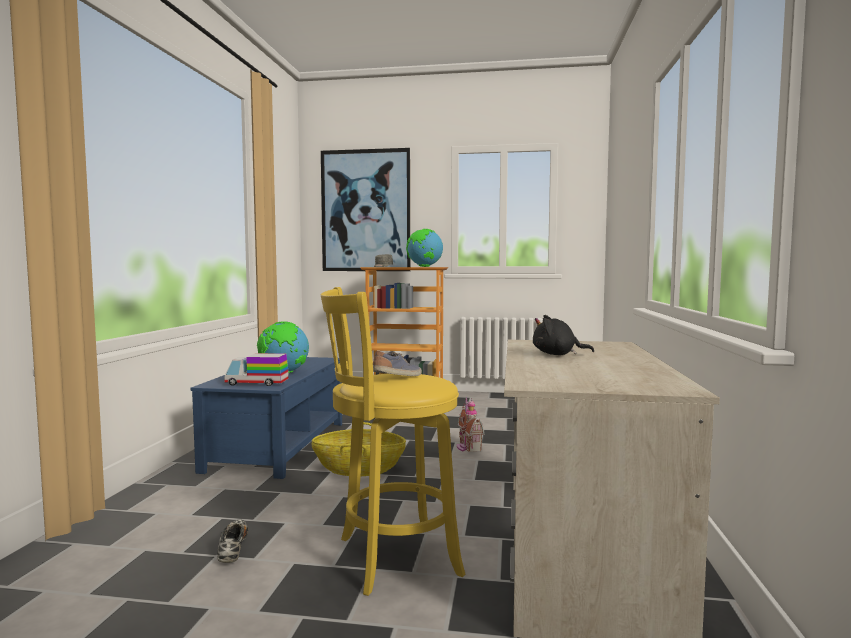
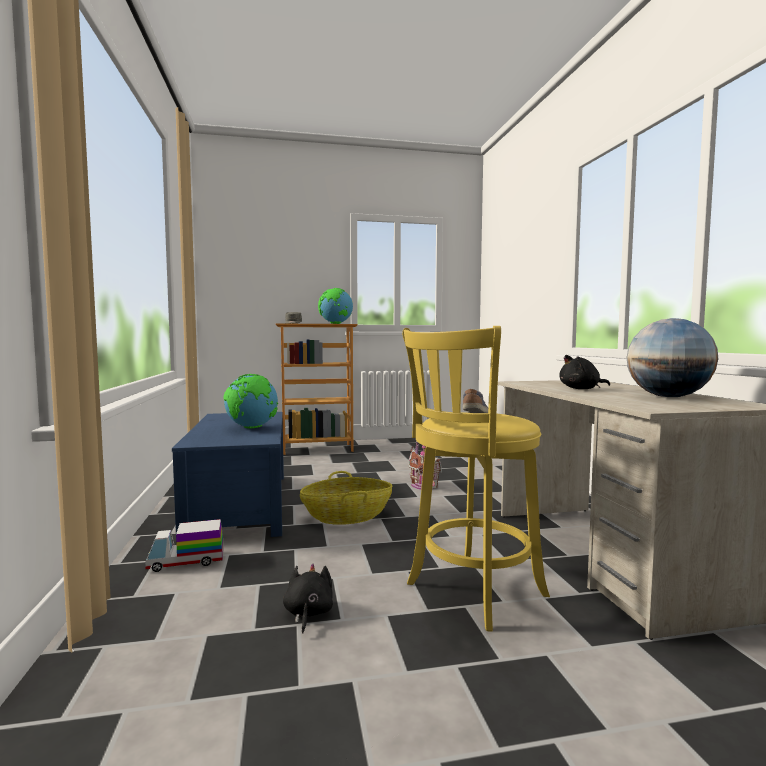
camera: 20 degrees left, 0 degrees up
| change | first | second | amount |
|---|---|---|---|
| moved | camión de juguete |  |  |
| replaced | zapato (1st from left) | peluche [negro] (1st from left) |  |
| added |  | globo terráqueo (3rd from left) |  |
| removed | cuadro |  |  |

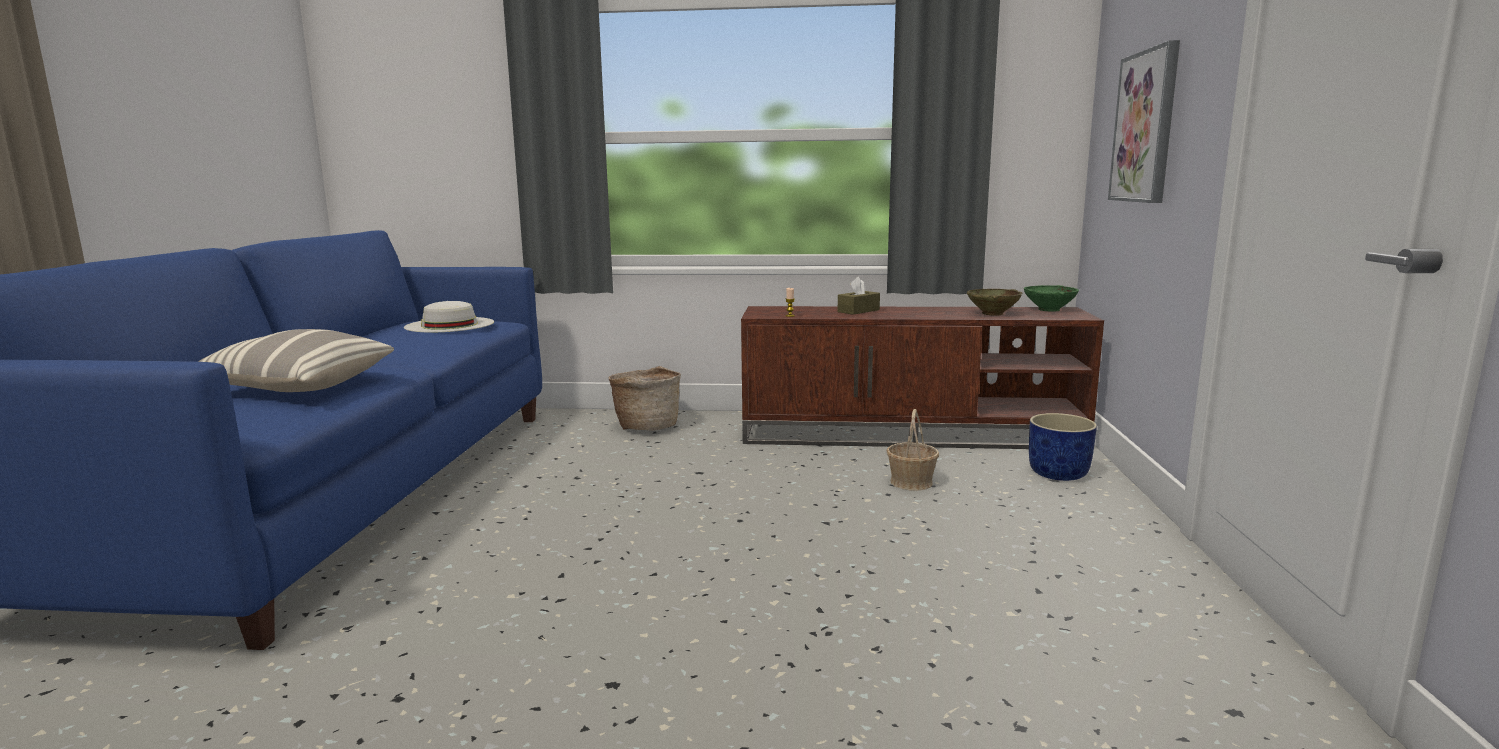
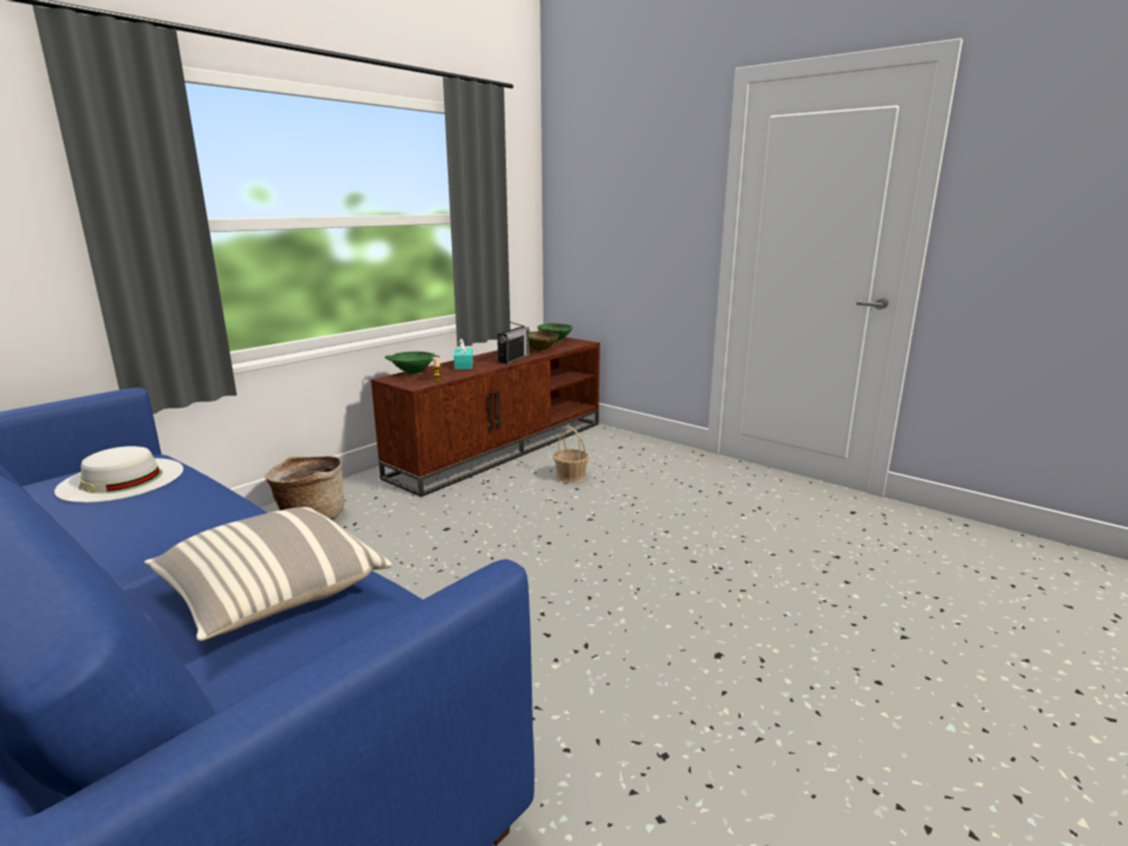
camera: 55 degrees left, 5 degrees up
| change | first | second | amount |
|---|---|---|---|
| added |  | cuenco [verde] (1st from left) |  |
| recoloured | caja de pañuelos [marrón] | caja de pañuelos [turquesa] |  |
| added |  | radio |  |
| removed | maceta [azul] |  |  |
| removed | cuadro |  |  |

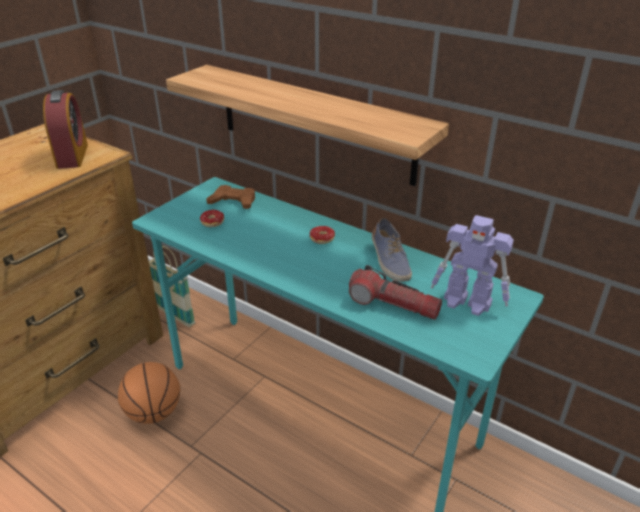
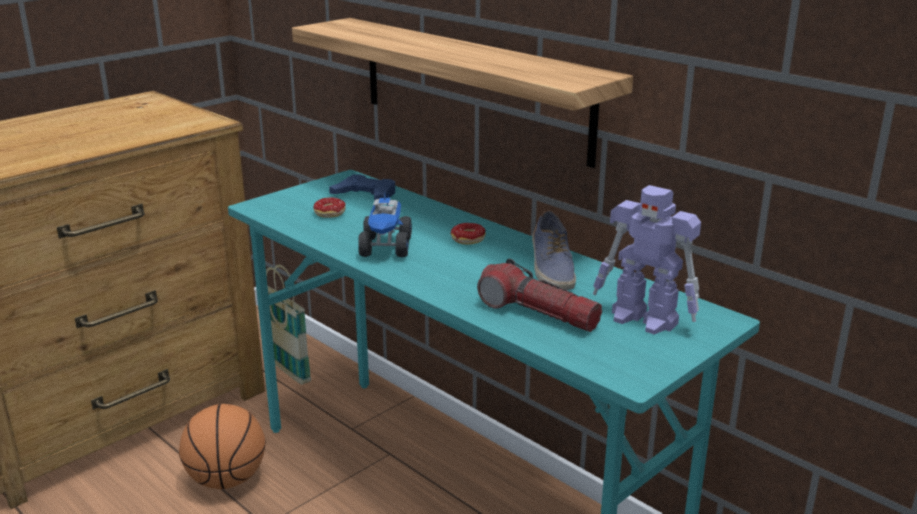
camera: 10 degrees right, 10 degrees down
| change | first | second | amount |
|---|---|---|---|
| recoloured | mando de consola [marrón] | mando de consola [azul] |  |
| added |  | camión de juguete |  |
| removed | despertador |  |  |

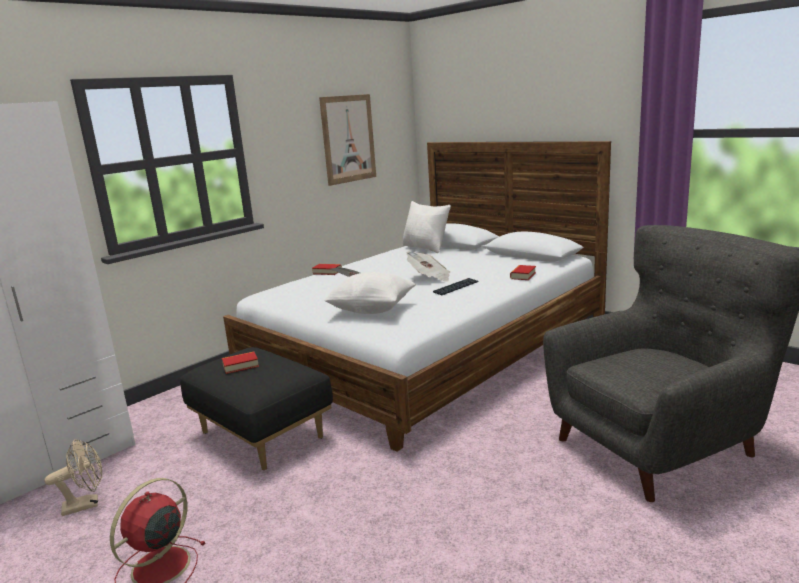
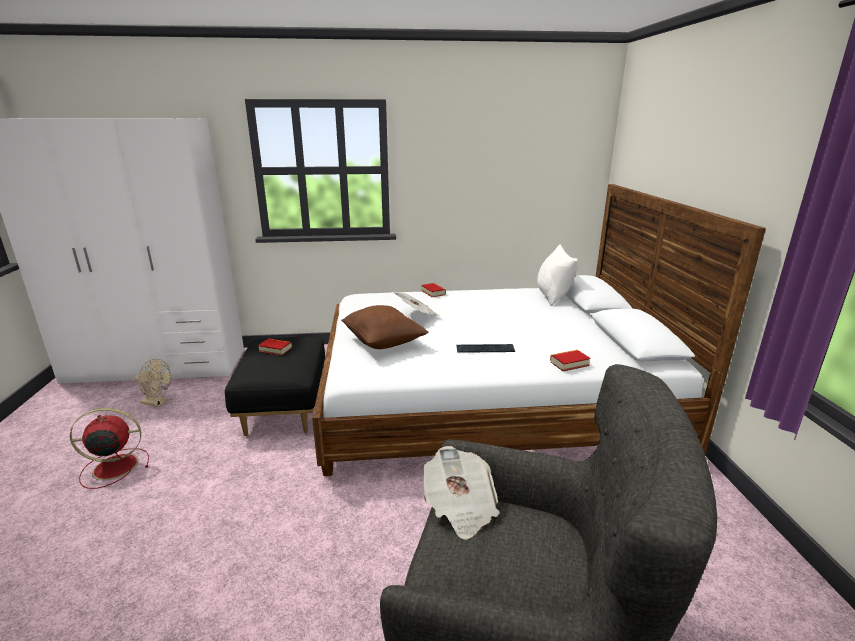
camera: 40 degrees right, 5 degrees up
| change | first | second | amount |
|---|---|---|---|
| recoloured | cojín [blanco] (1st from left) | cojín [marrón] |  |
| moved | periódico (2nd from left) |  |  |
| removed | cuadro |  |  |

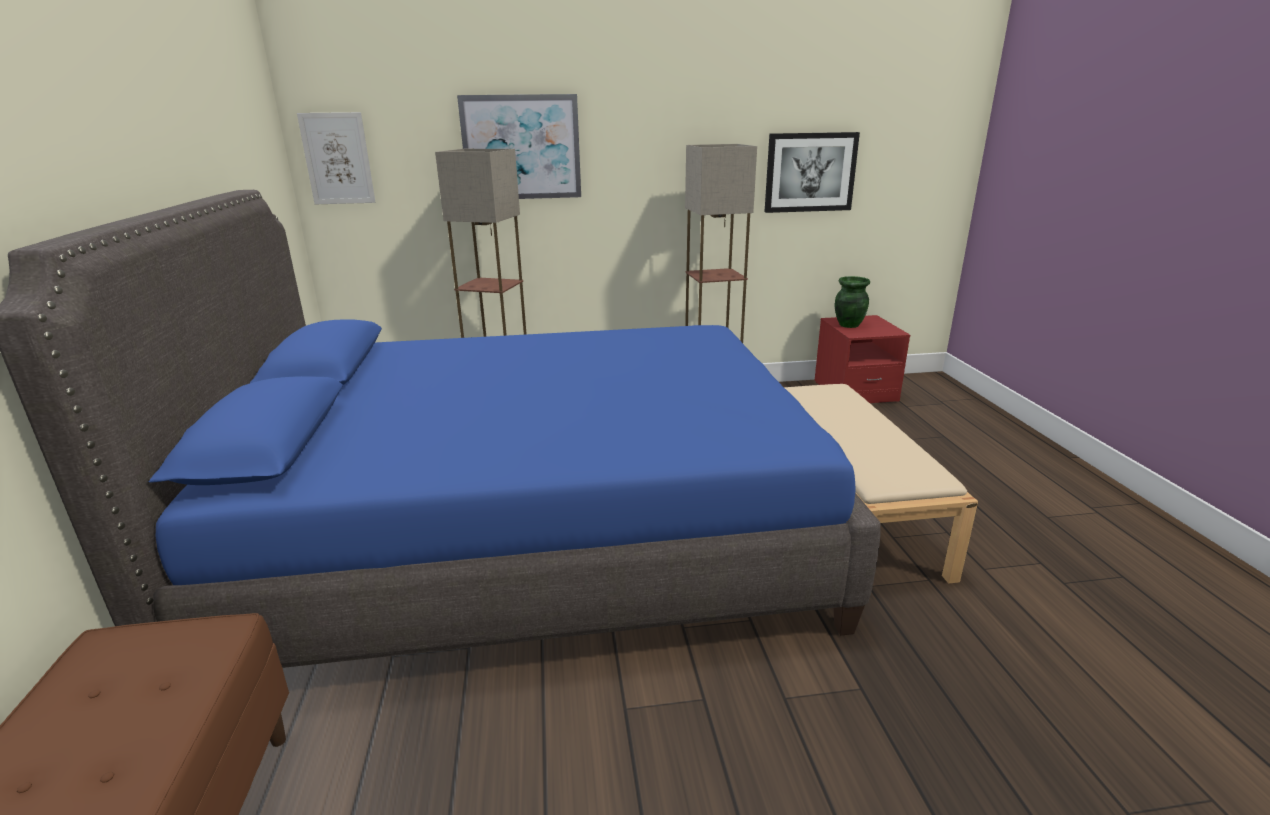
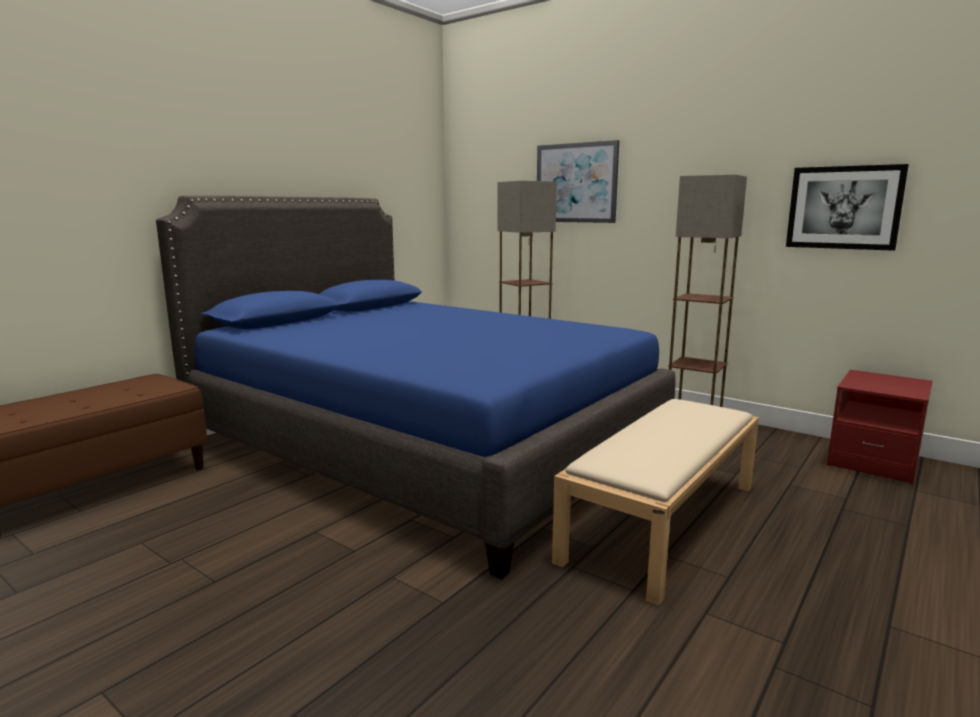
camera: 45 degrees right, 10 degrees down
| change | first | second | amount |
|---|---|---|---|
| removed | cuadro (1st from left) |  |  |
| removed | florero [verde] |  |  |

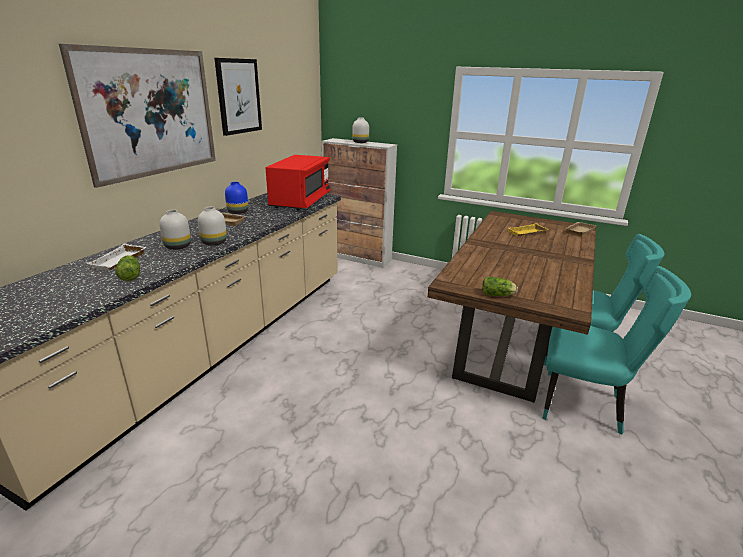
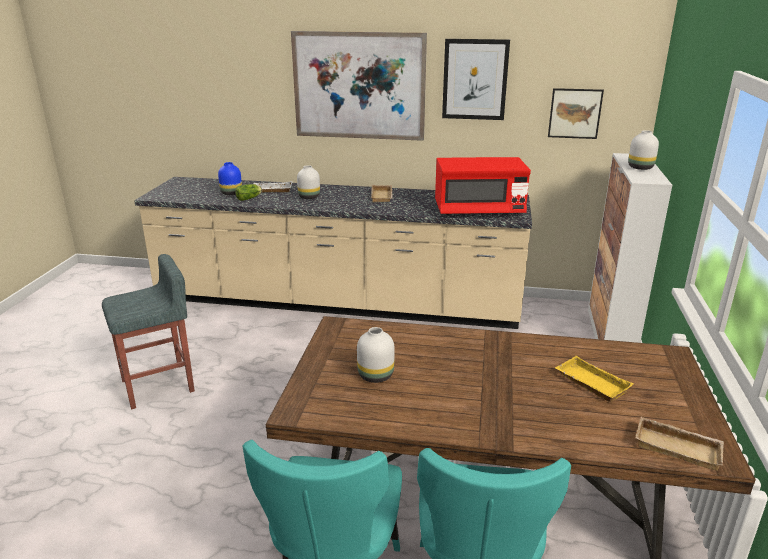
camera: 75 degrees right, 0 degrees up
| change | first | second | amount |
|---|---|---|---|
| added |  | taburete [gris] |  |
| moved | florero [azul] |  |  |
| moved | florero [blanco] (2nd from left) |  |  |
| added |  | cuadro (3rd from left) |  |
| removed | lechuga (2nd from left) |  |  |

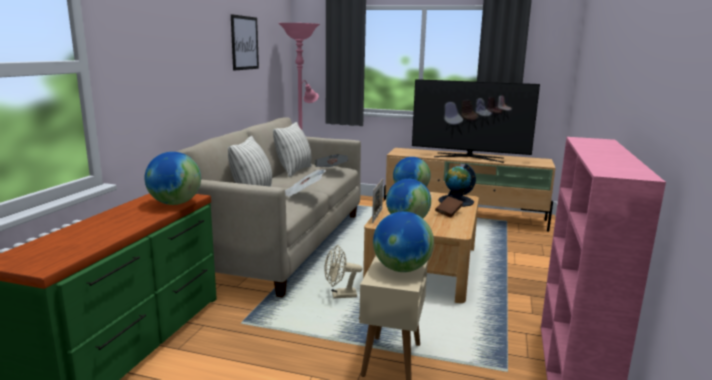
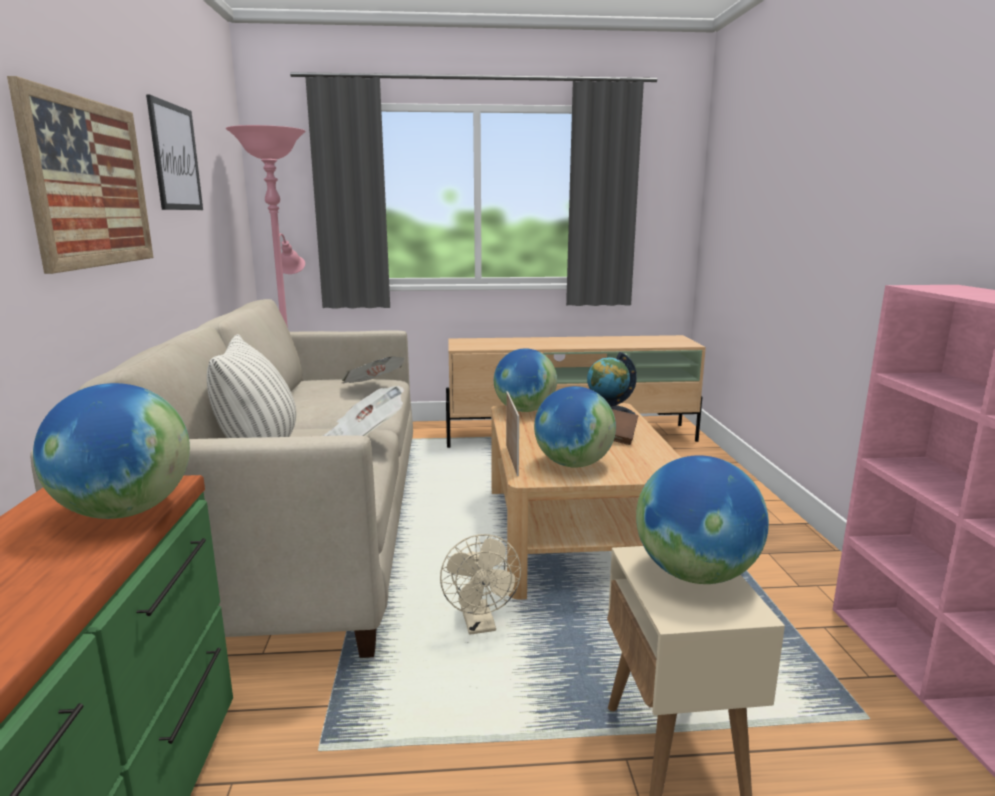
camera: 20 degrees left, 0 degrees up
| change | first | second | amount |
|---|---|---|---|
| added |  | cuadro (1st from left) |  |
| turned | ventilador [beis] |  | 75 degrees counterclockwise |
| removed | cojín (2nd from left) |  |  |
| removed | televisor |  |  |

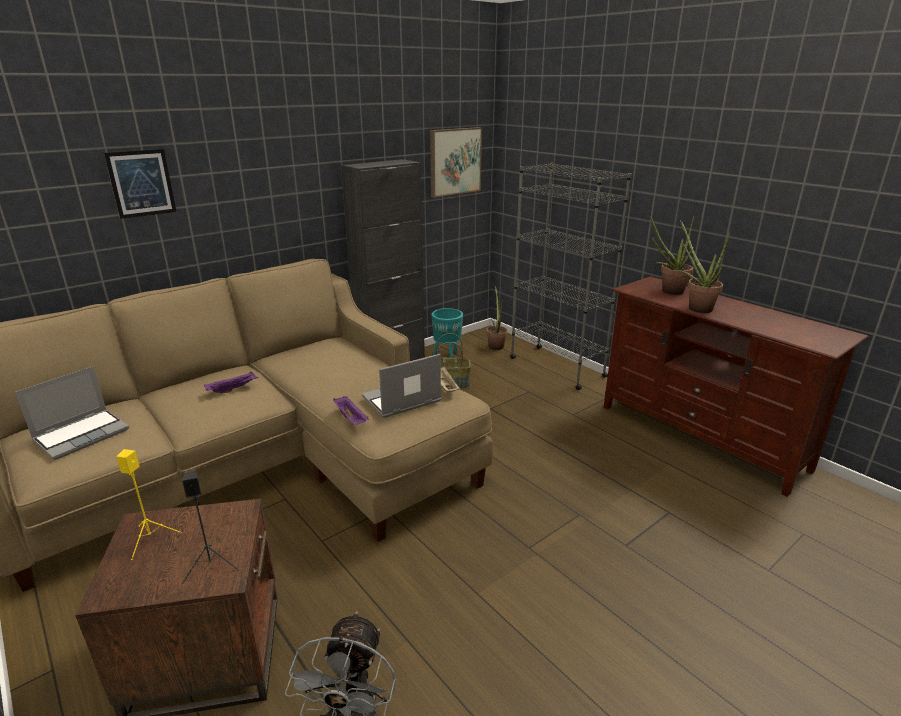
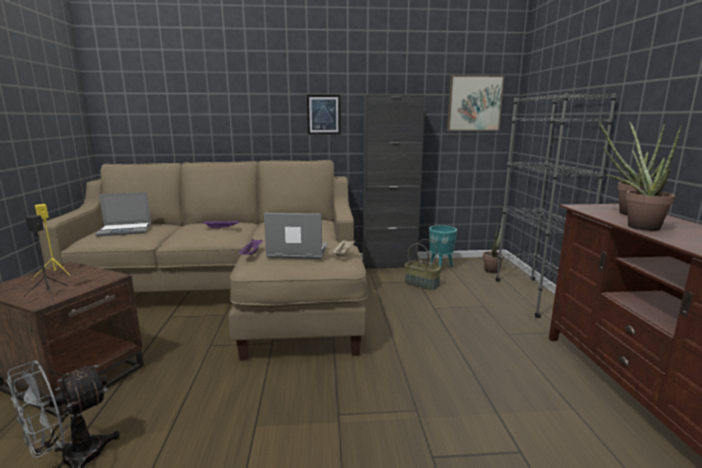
camera: 35 degrees right, 10 degrees down
| change | first | second | amount |
|---|---|---|---|
| moved | cuadro (1st from left) |  |  |

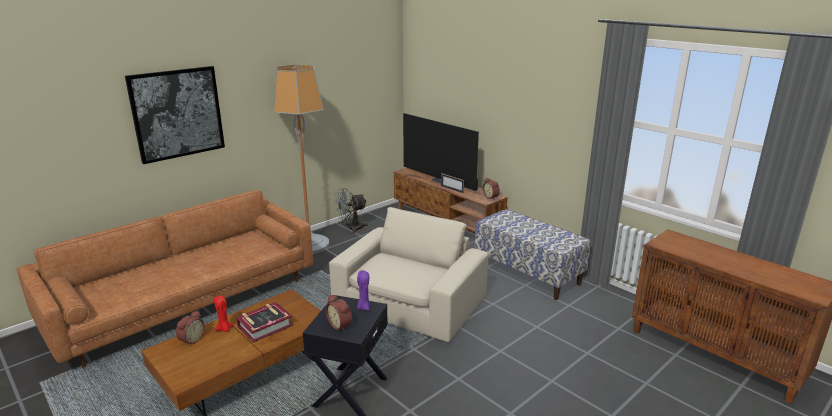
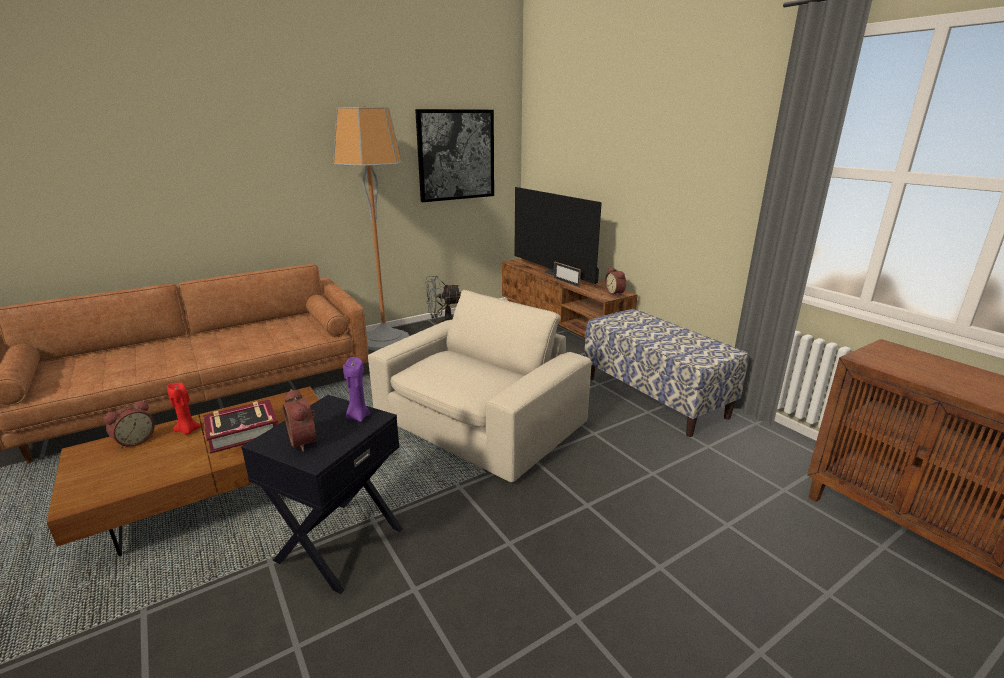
camera: 10 degrees right, 0 degrees up
| change | first | second | amount |
|---|---|---|---|
| moved | cuadro |  |  |

